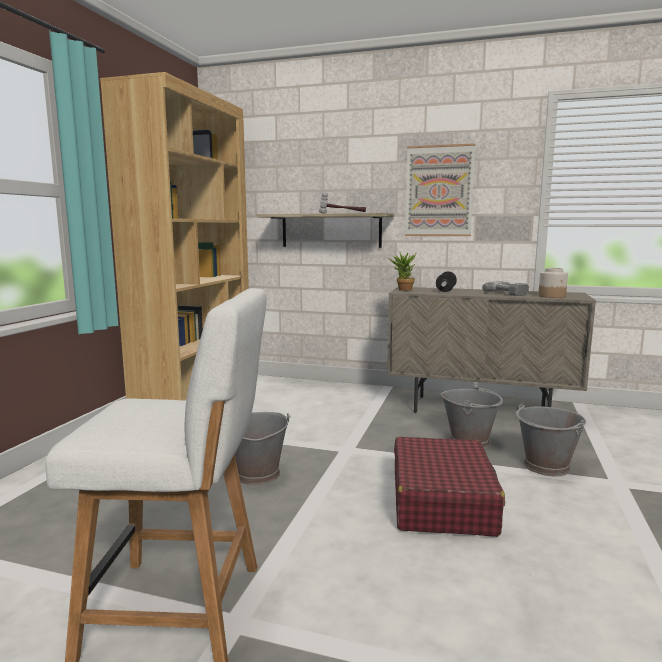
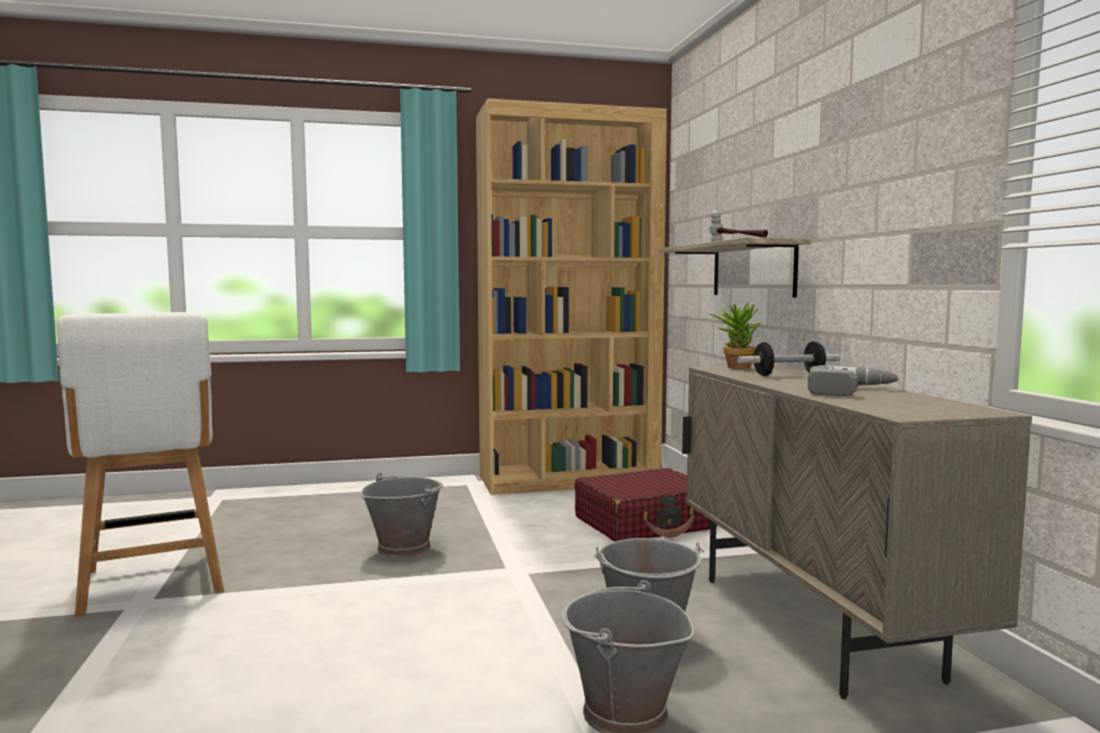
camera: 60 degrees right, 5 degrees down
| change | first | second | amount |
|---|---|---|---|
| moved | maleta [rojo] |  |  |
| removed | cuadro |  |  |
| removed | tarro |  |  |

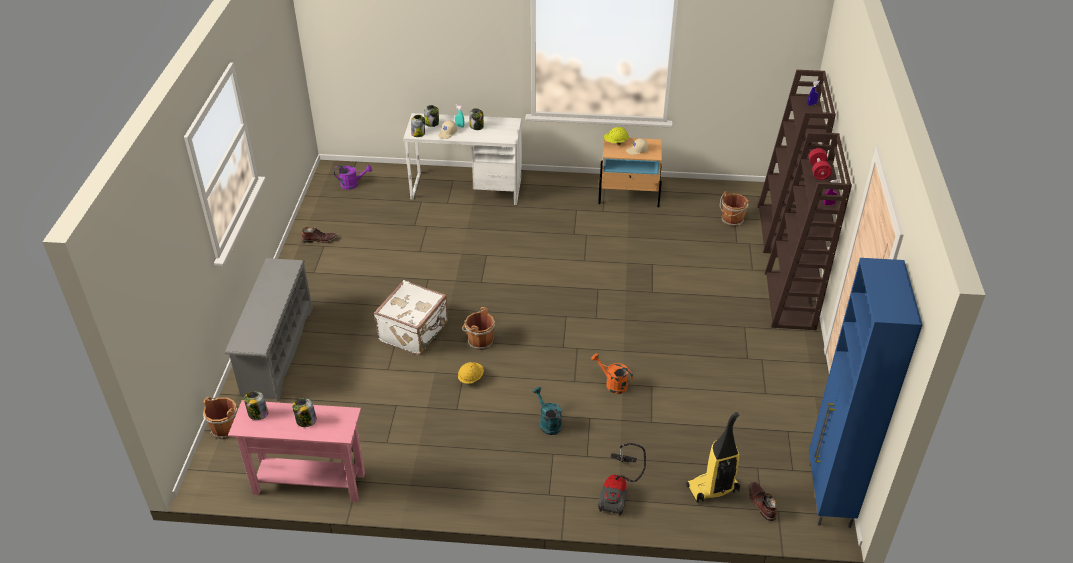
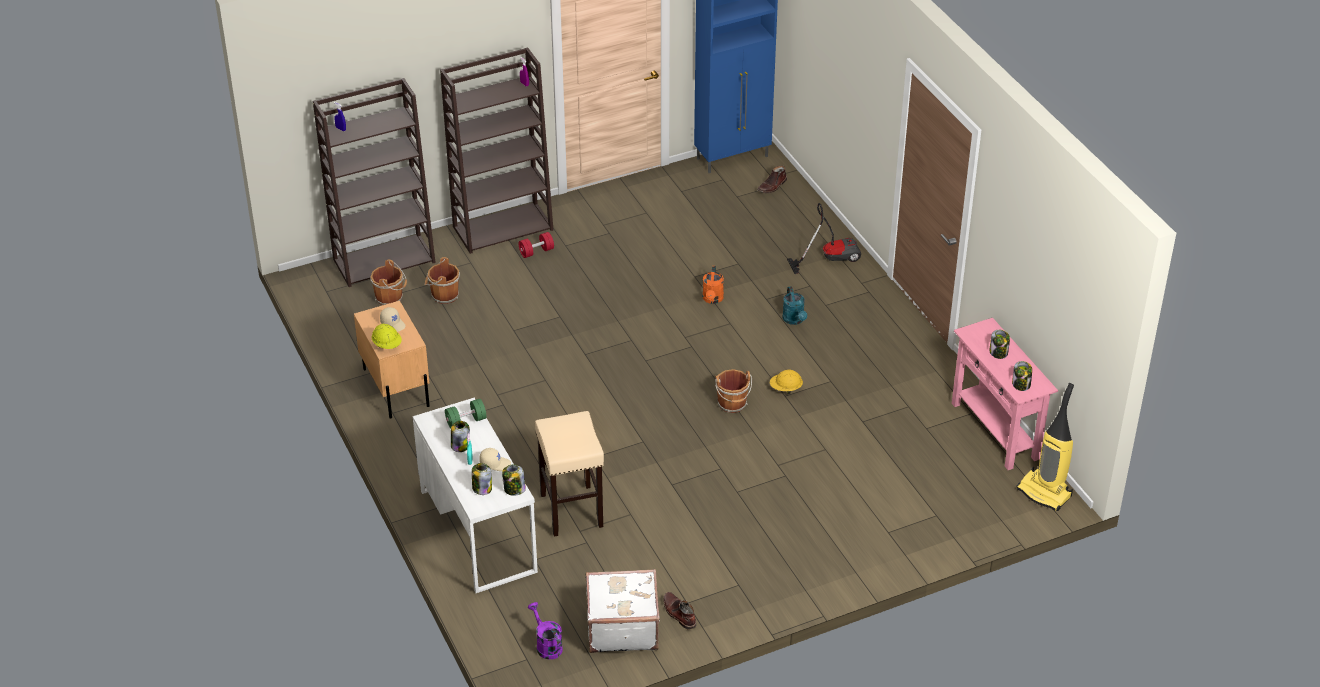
camera: 120 degrees left, 0 degrees up
| change | first | second | amount |
|---|---|---|---|
| moved | cubo [marrón] (1st from left in the first image) | cubo [marrón] (2nd from left) |  |
| added |  | mancuerna [verde] |  |
| moved | mancuerna [rojo] |  |  |
| added |  | taburete [beis] |  |
| moved | maleta [blanco] |  |  |
| turned | regadera [turquesa] |  | 45 degrees counterclockwise |
| moved | aspiradora (2nd from left) |  |  |
| removed | zapatero [gris] |  |  |

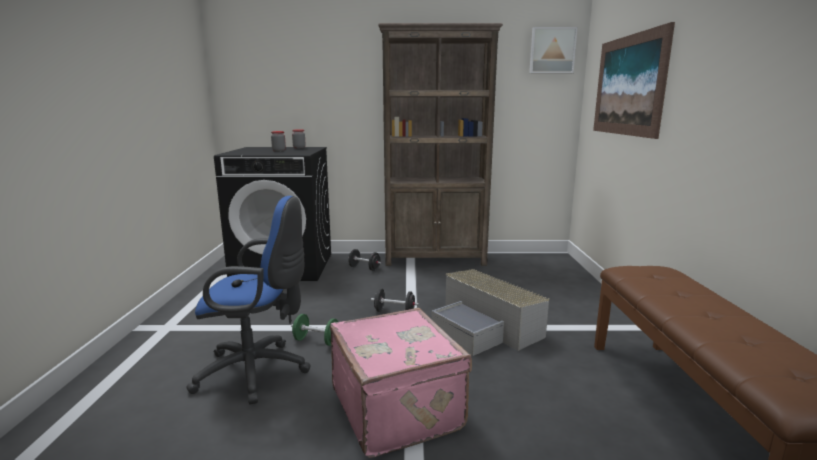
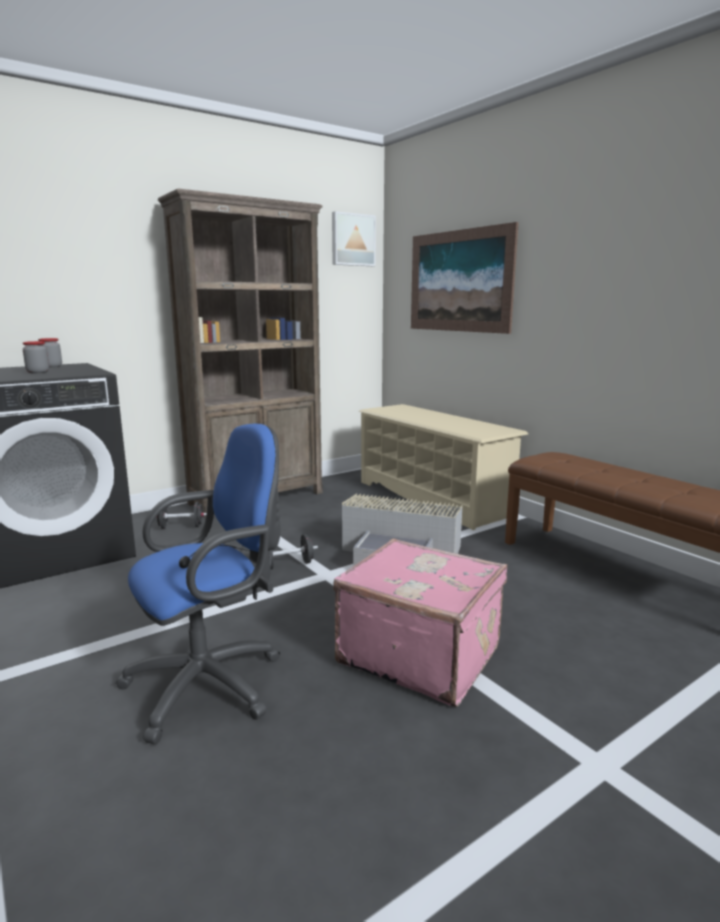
camera: 35 degrees left, 0 degrees up
| change | first | second | amount |
|---|---|---|---|
| added |  | zapatero [beis] |  |
| removed | mancuerna [verde] |  |  |

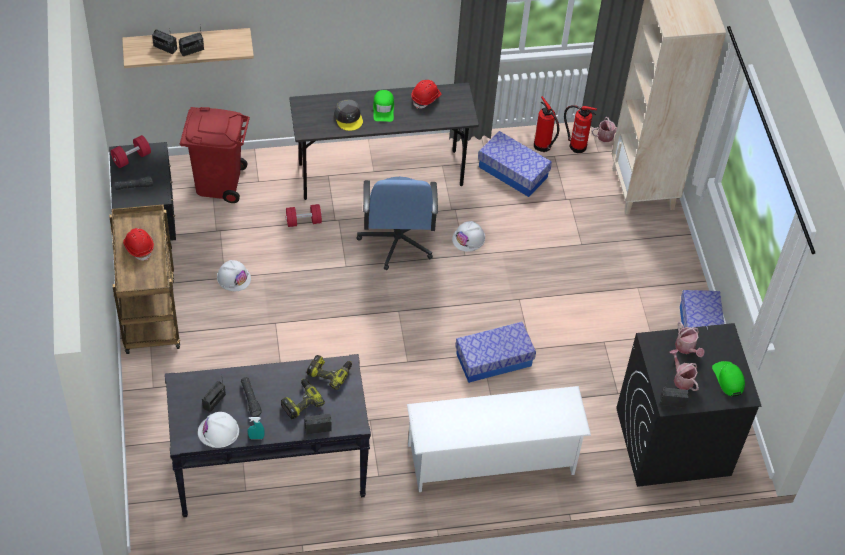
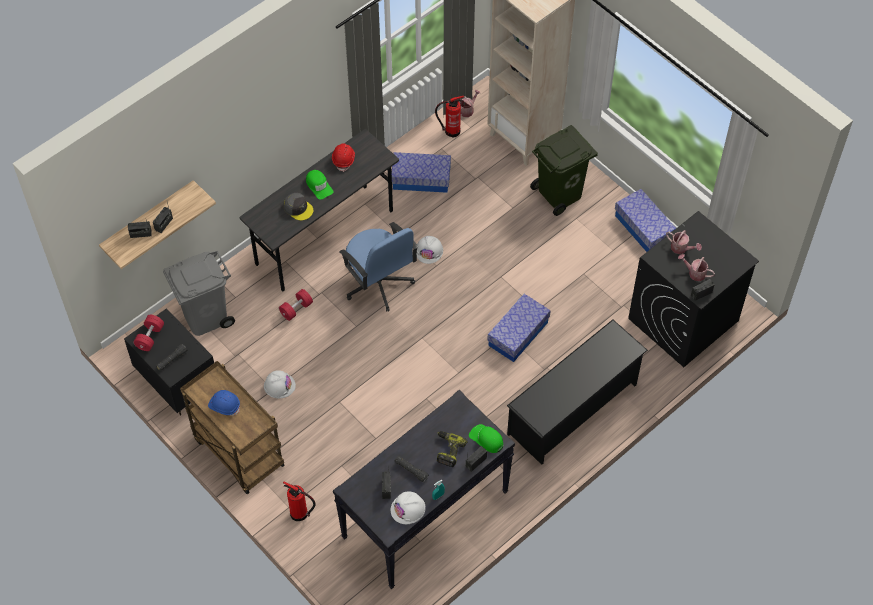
camera: 30 degrees left, 5 degrees up
| change | first | second | amount |
|---|---|---|---|
| recoloured | papelera [rojo] | papelera [gris] |  |
| recoloured | casco [rojo] (1st from left) | casco [azul] |  |
| moved | extintor (1st from left) |  |  |
| moved | gorra [verde] (2nd from left) |  |  |
| recoloured | zapatero [blanco] | zapatero [negro] |  |
| added |  | papelera [verde] |  |
| removed | taladro (2nd from left) |  |  |

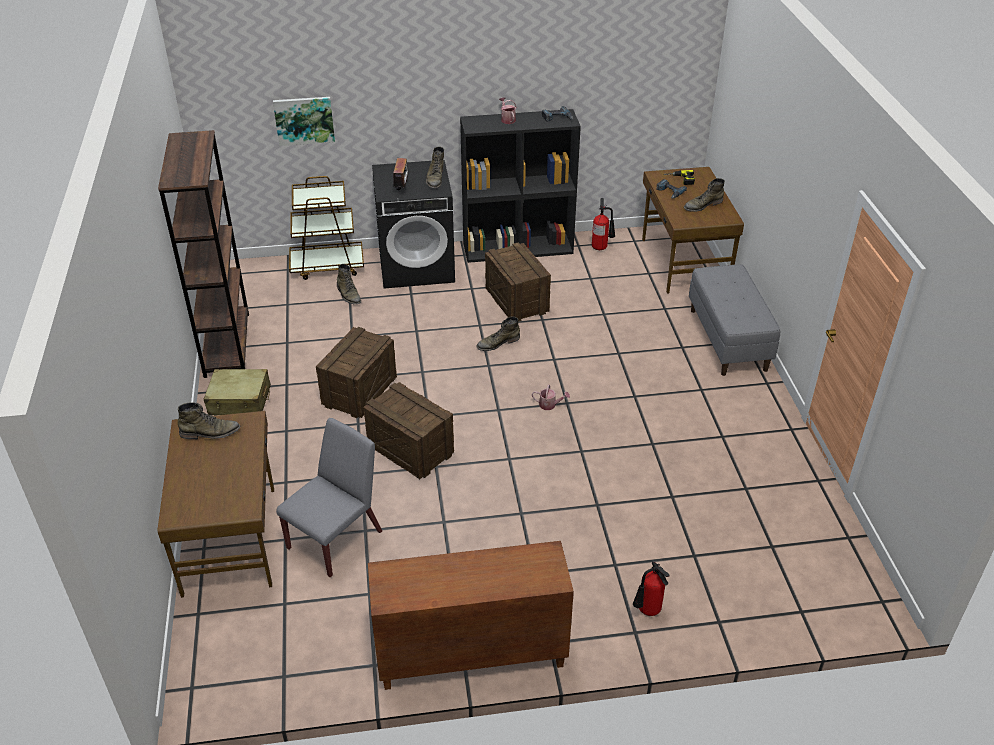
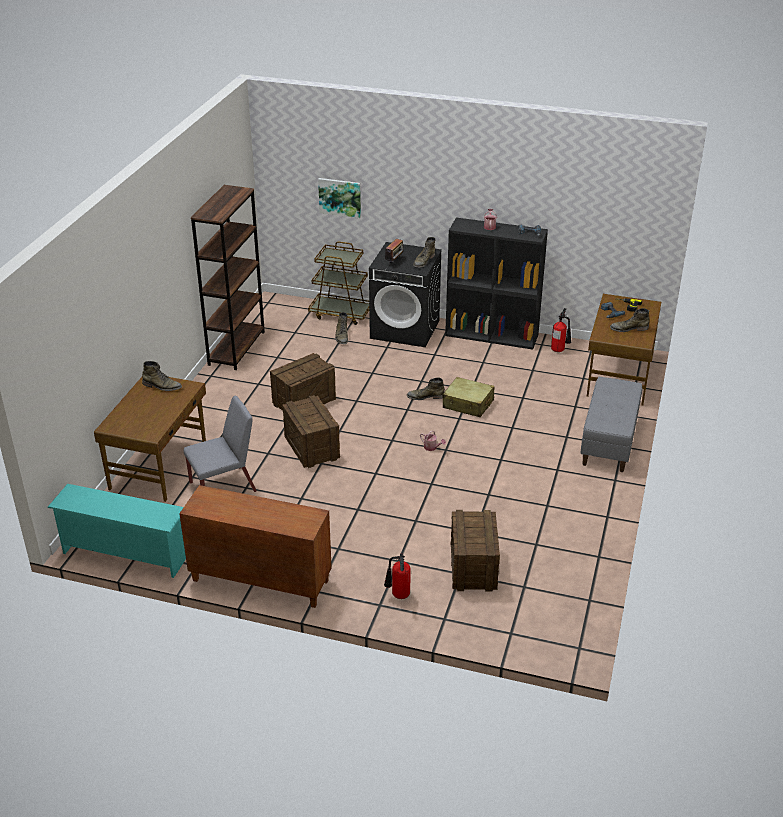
camera: 25 degrees right, 5 degrees down
| change | first | second | amount |
|---|---|---|---|
| added |  | zapatero [turquesa] |  |
| moved | maleta [beis] |  |  |
| moved | caja de embalaje (3rd from left) |  |  |

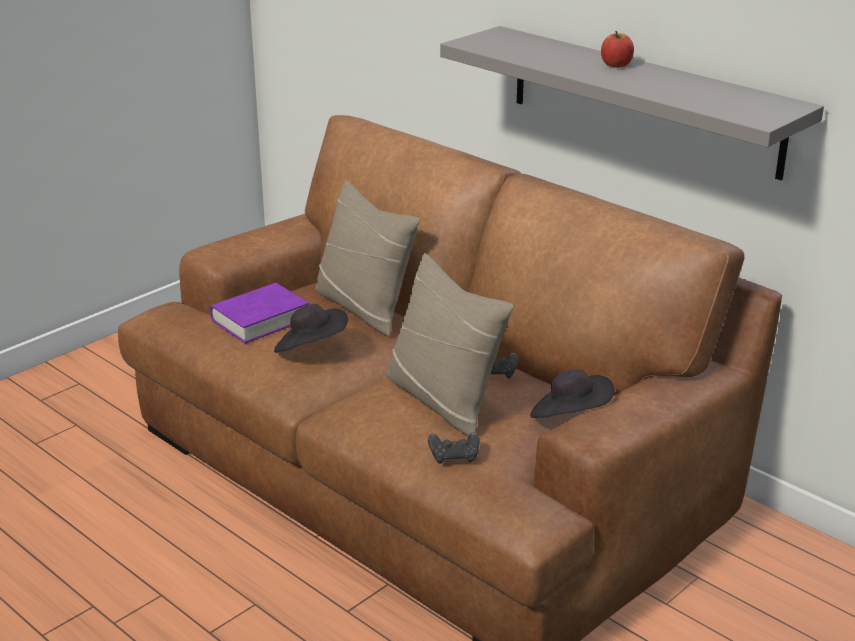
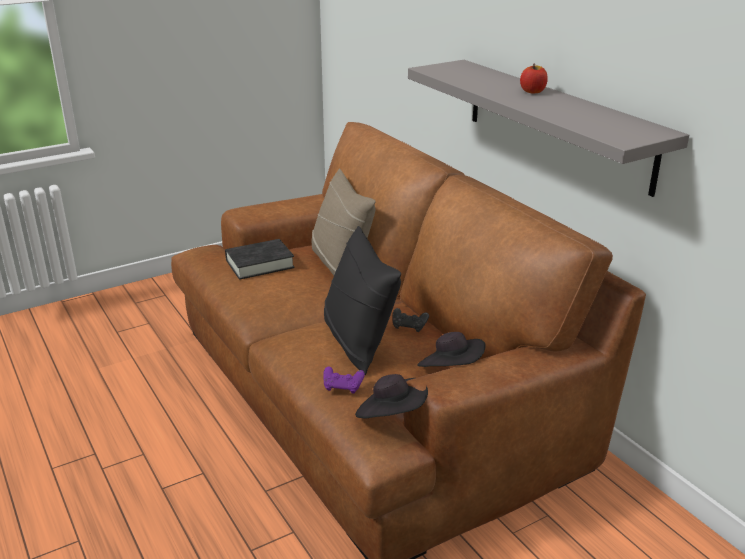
camera: 15 degrees right, 0 degrees up
| change | first | second | amount |
|---|---|---|---|
| recoloured | libro [morado] | libro [negro] |  |
| recoloured | mando de consola [negro] (1st from left) | mando de consola [morado] |  |
| recoloured | cojín [beis] (2nd from left) | cojín [negro] |  |
| moved | sombrero [negro] (1st from left) |  |  |

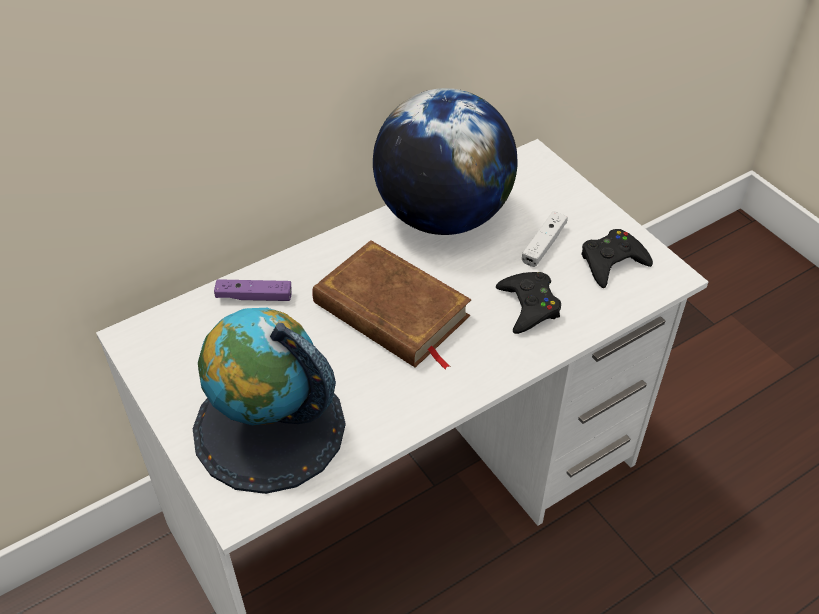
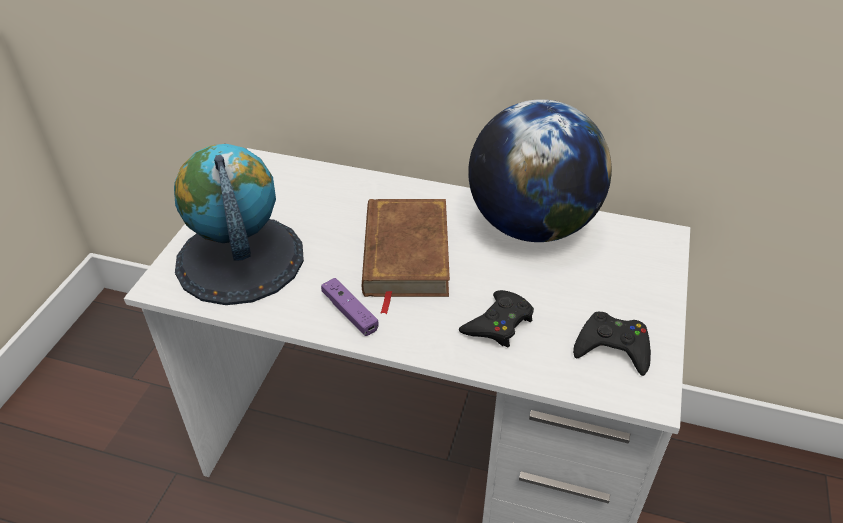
camera: 50 degrees right, 5 degrees down
| change | first | second | amount |
|---|---|---|---|
| moved | mando de consola [morado] |  |  |
| removed | mando de consola [blanco] |  |  |

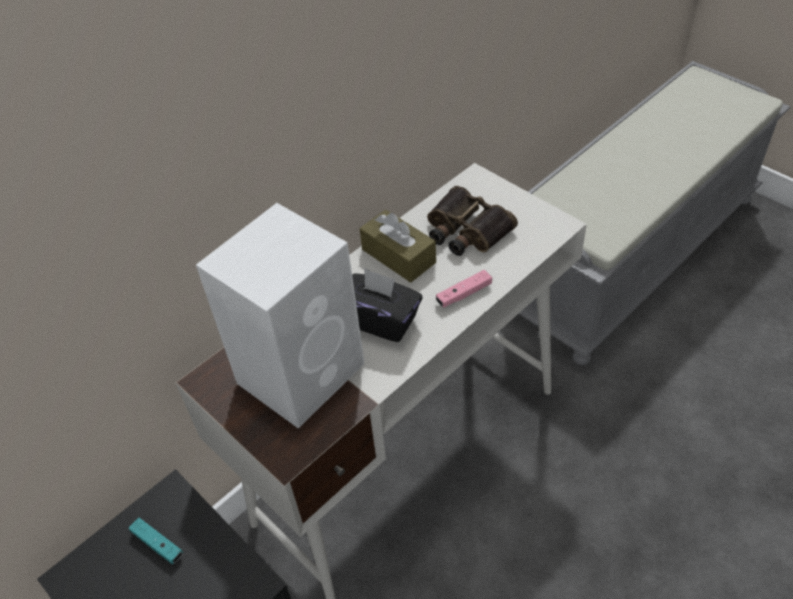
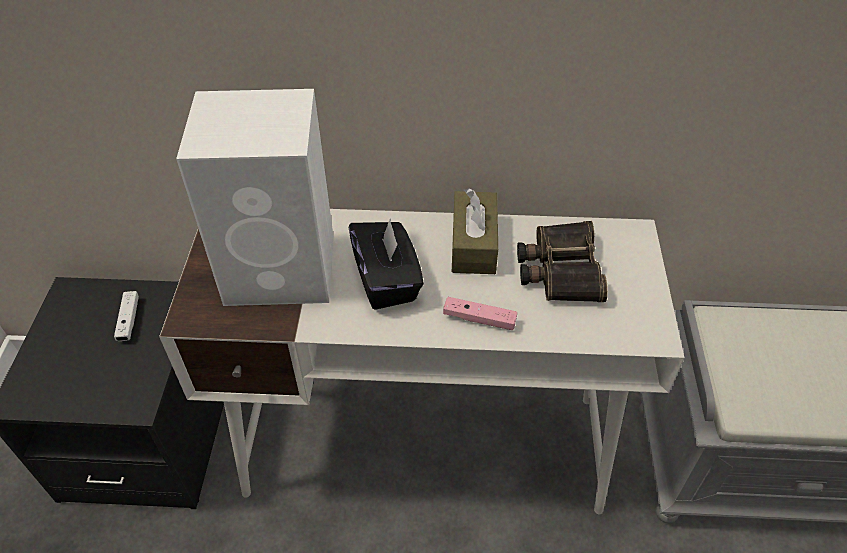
camera: 45 degrees right, 0 degrees up
| change | first | second | amount |
|---|---|---|---|
| recoloured | mando de consola [turquesa] | mando de consola [blanco] |  |

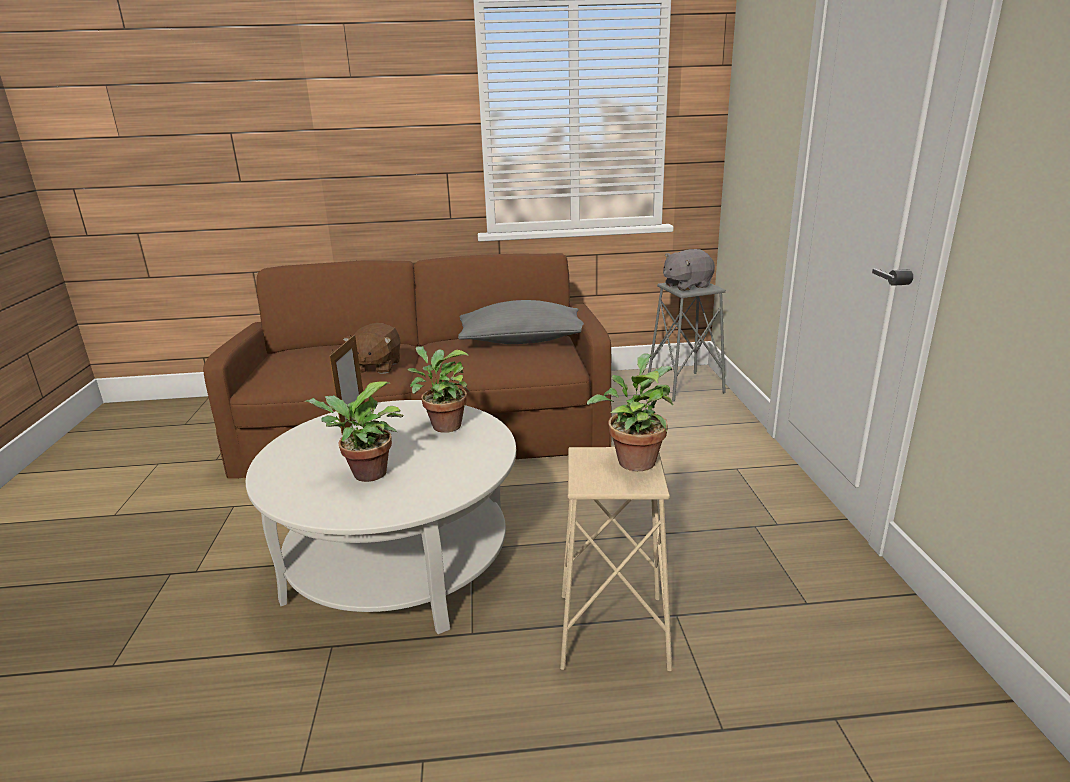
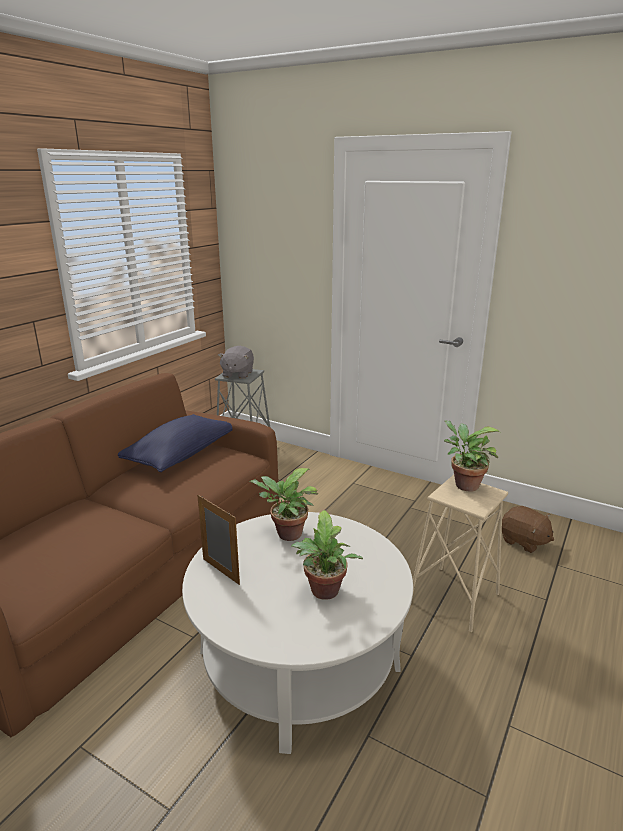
camera: 55 degrees left, 0 degrees up
| change | first | second | amount |
|---|---|---|---|
| recoloured | cojín [gris] | cojín [azul] |  |
| moved | peluche [marrón] |  |  |

